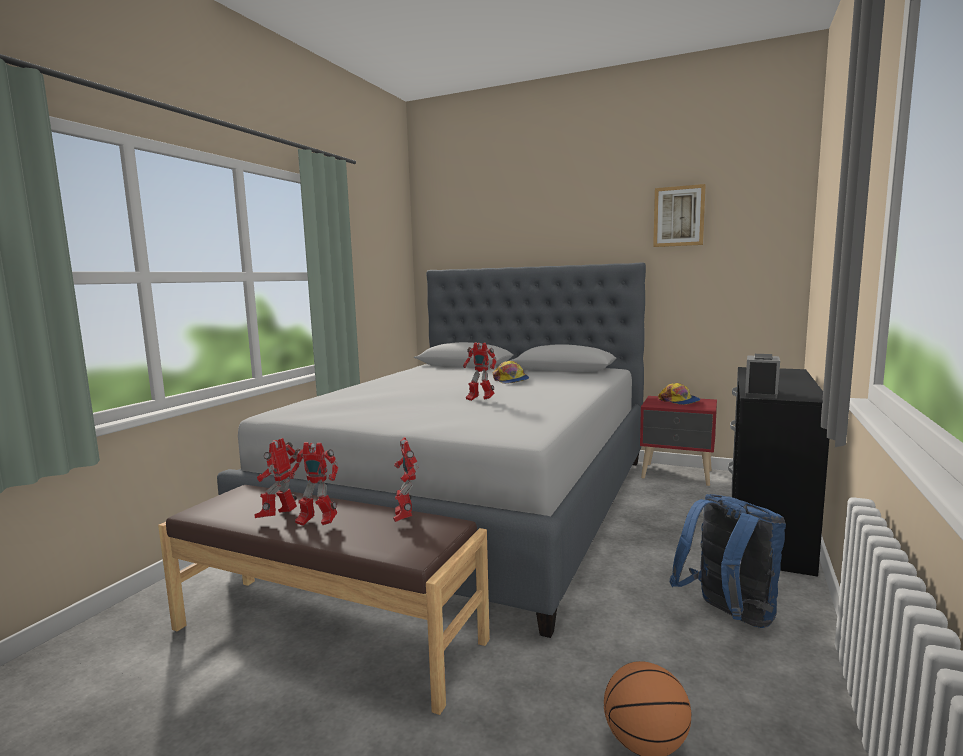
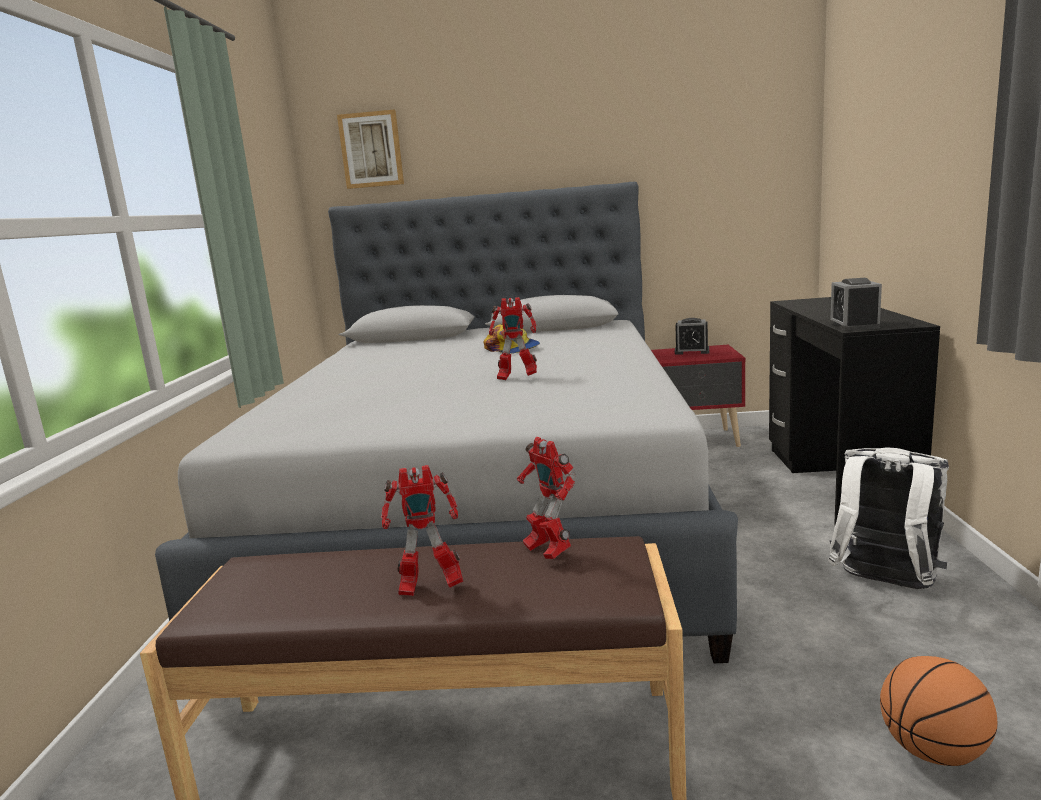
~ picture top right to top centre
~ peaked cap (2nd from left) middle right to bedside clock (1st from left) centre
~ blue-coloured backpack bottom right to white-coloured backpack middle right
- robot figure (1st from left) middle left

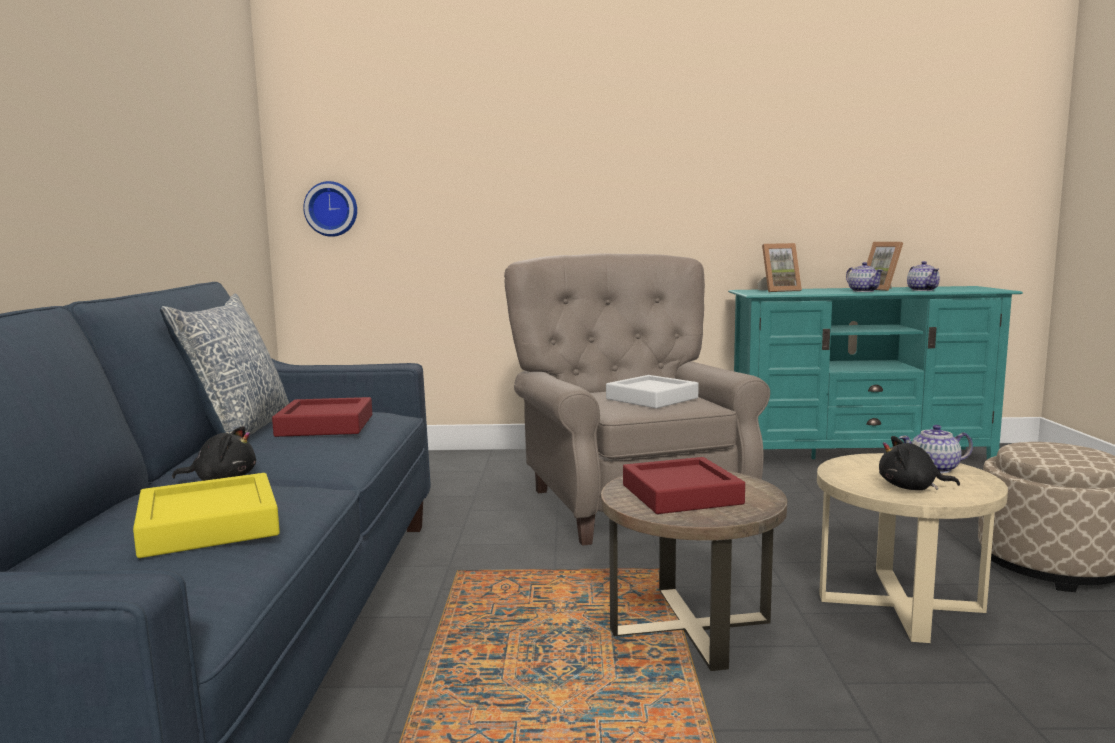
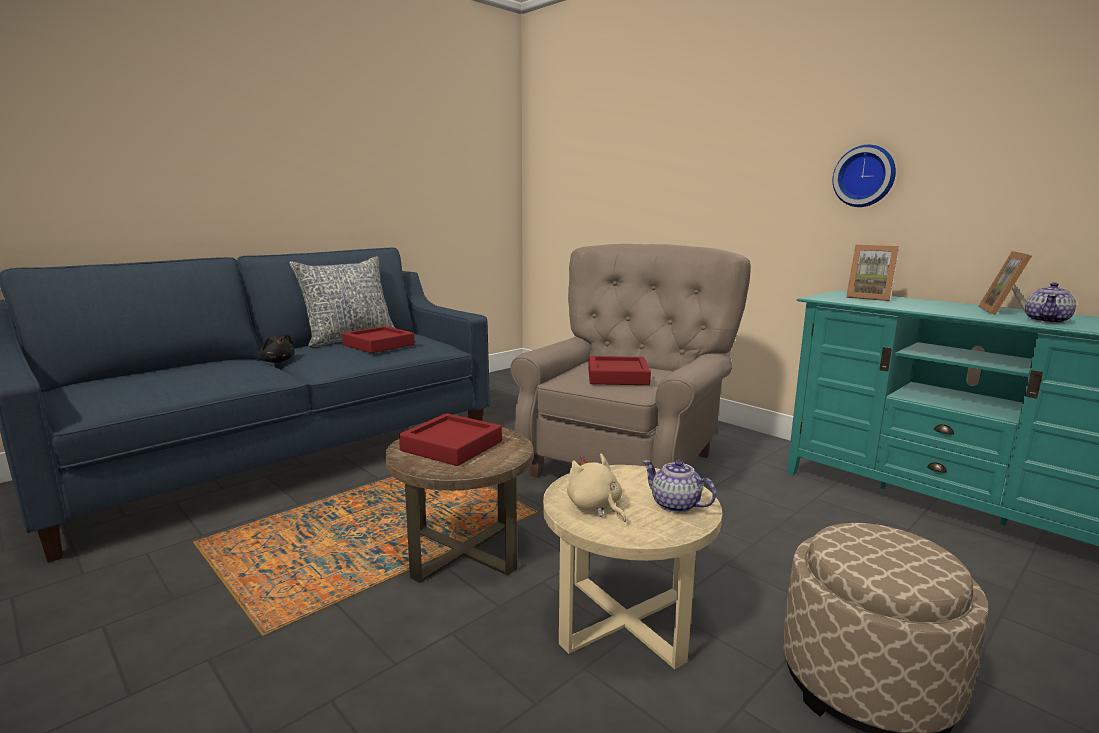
~ black plush toy (2nd from left) middle right to sand-coloured plush toy centre
~ white-coloured tray centre to red-coloured tray (3rd from left) centre
~ clock on the wall top left to top right
- yellowish tray bottom left
- pot for tea (1st from left) middle right

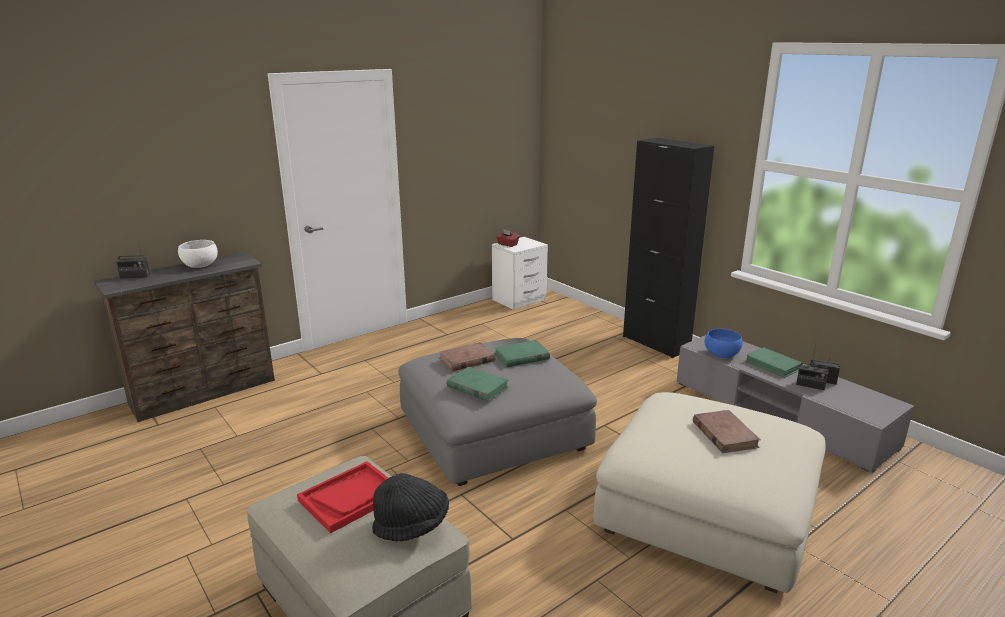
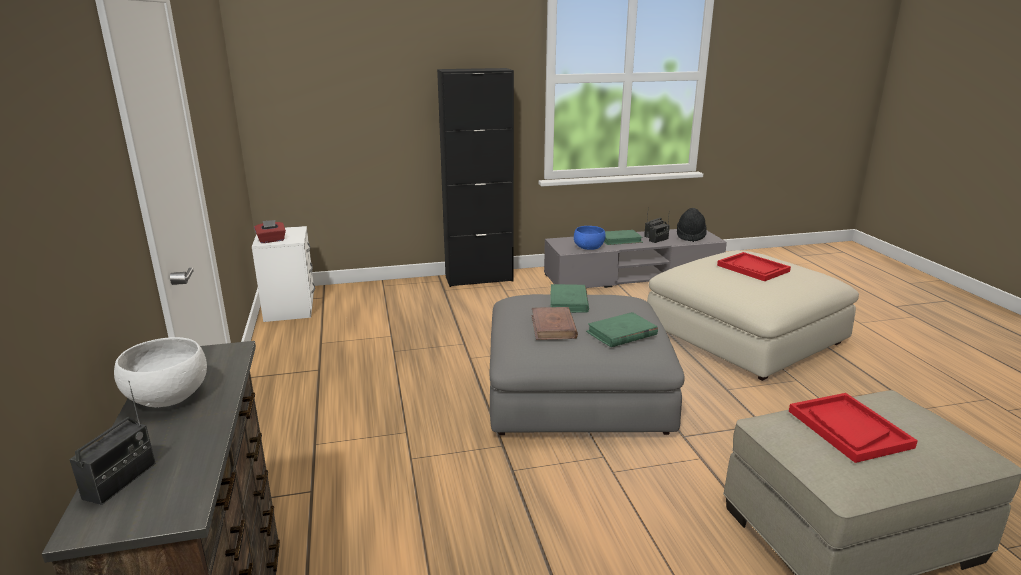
~ black wearable hat bottom centre to middle right
~ brown-coloured bound book (2nd from left) bottom right to red-coloured tray (1st from left) middle right

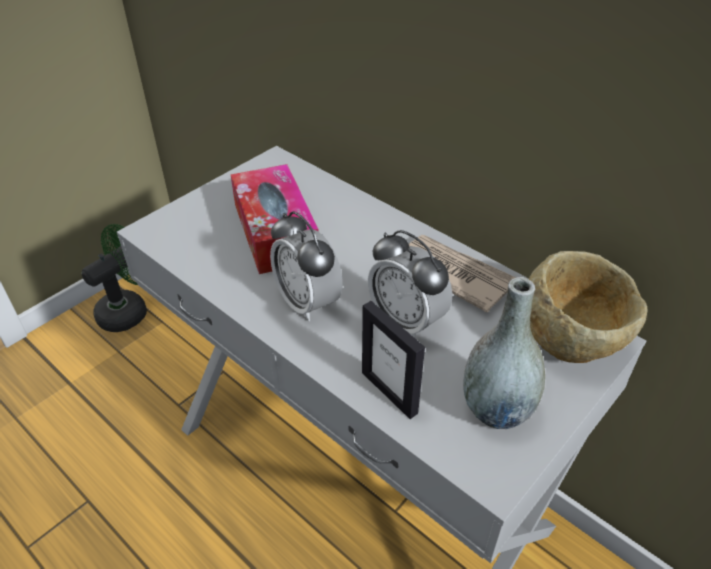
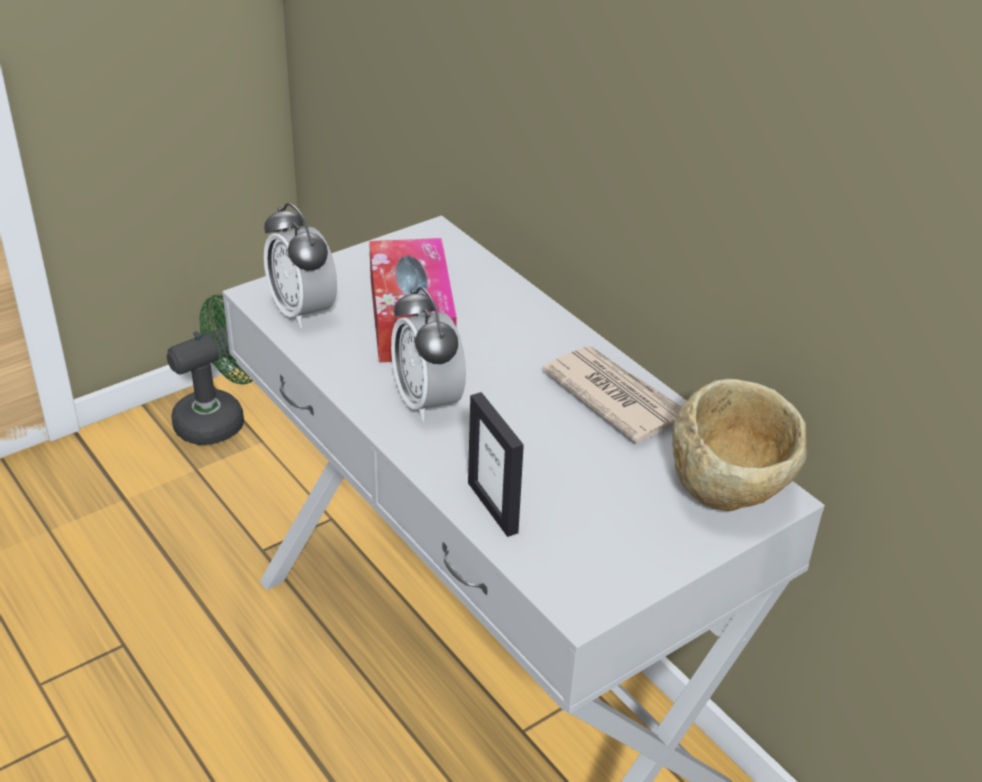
~ bedside clock (2nd from left in the first image) centre to bedside clock (1st from left) middle left
- gray decorative vase middle right

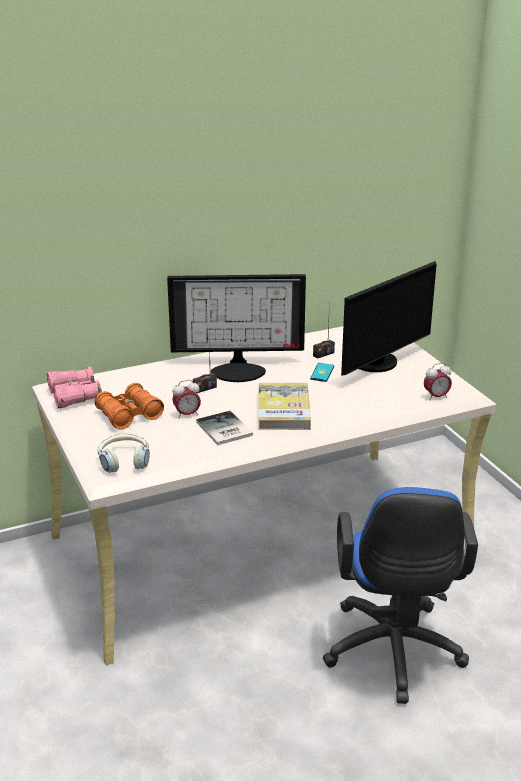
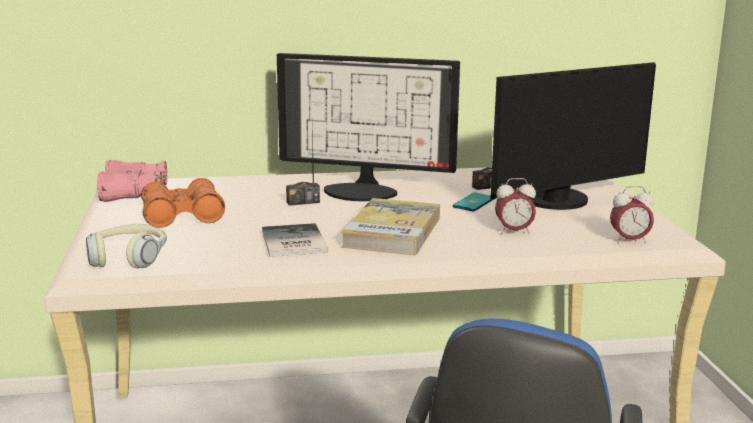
~ bedside clock (1st from left) centre to middle right

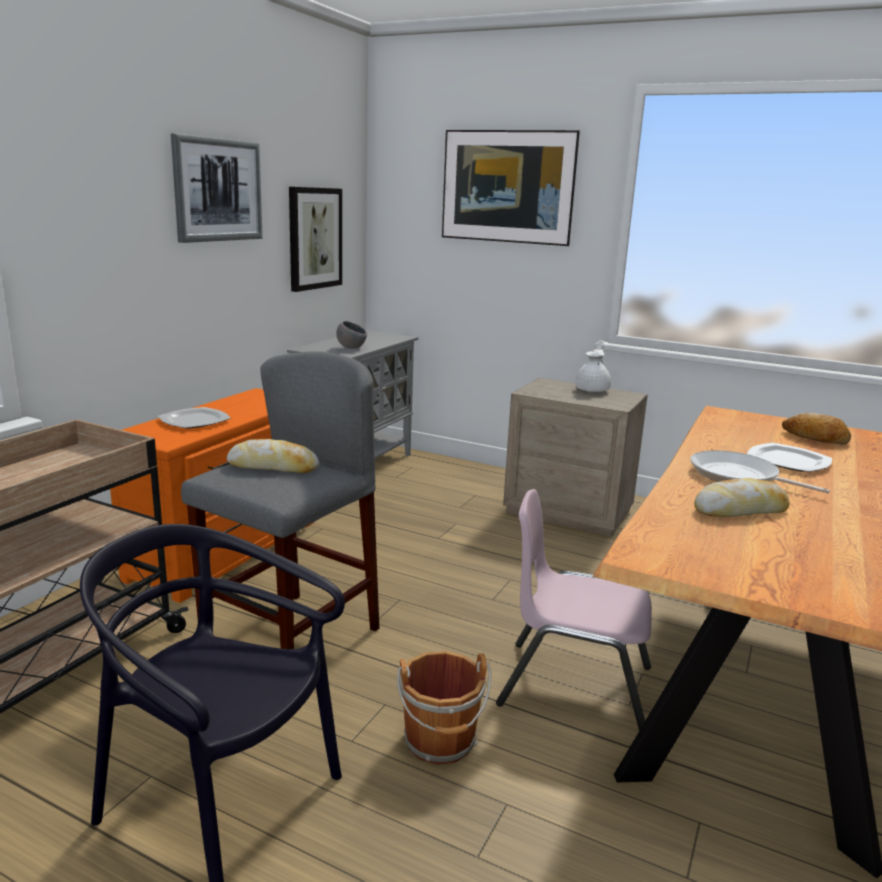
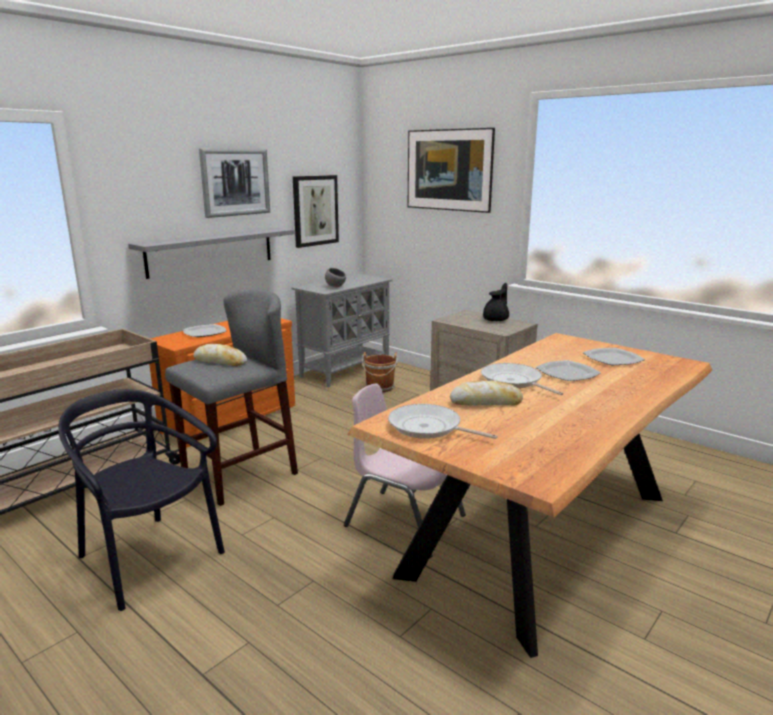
+ gray bracket shelf middle left
~ brown-coloured water bucket bottom centre to centre
+ frying pan (1st from left) centre
~ white-coloured pot for tea middle right to black pot for tea centre
~ baked bread (3rd from left) middle right to flat dish (3rd from left) middle right

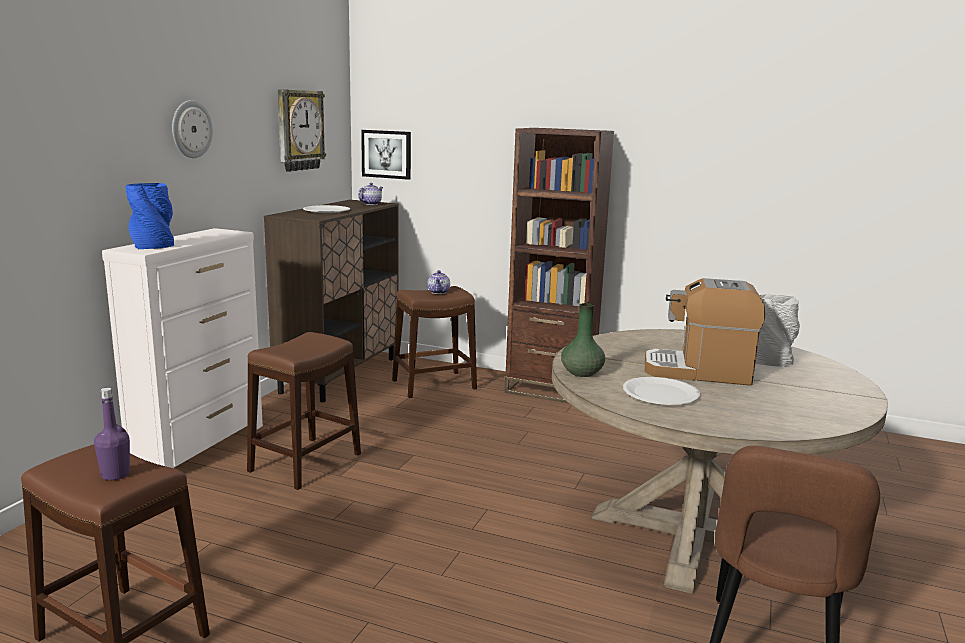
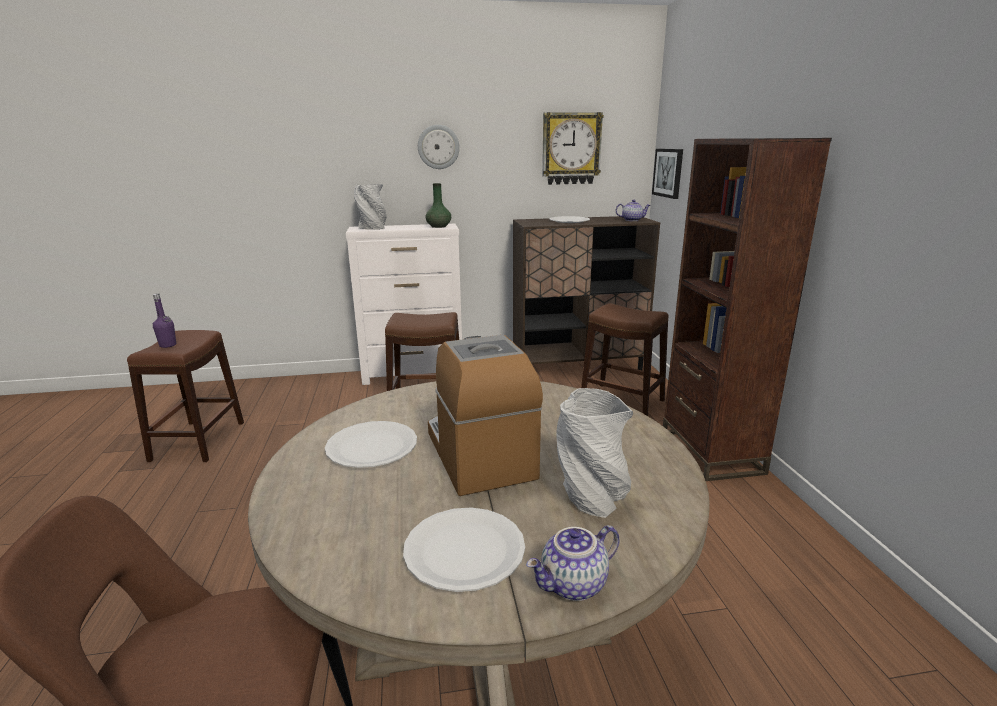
~ blue-coloured decorative vase middle left to gray decorative vase (1st from left) top centre
+ white-coloured flat dish (2nd from left) bottom centre
~ greenish decorative vase centre to top centre
~ pot for tea (2nd from left in the first image) centre to pot for tea (1st from left) bottom centre

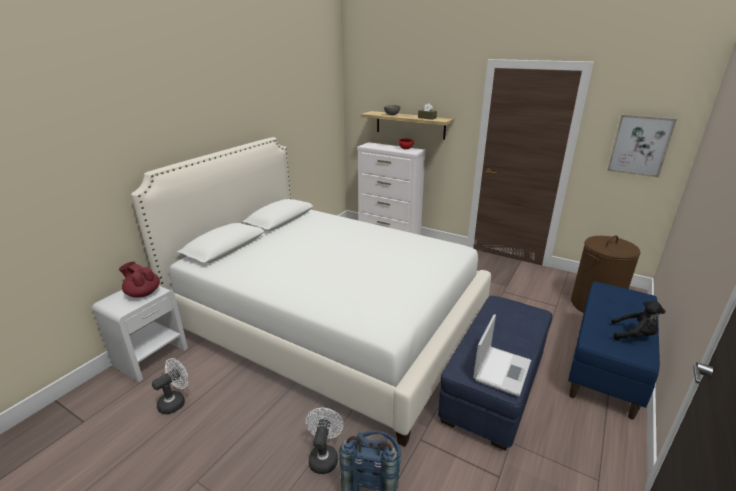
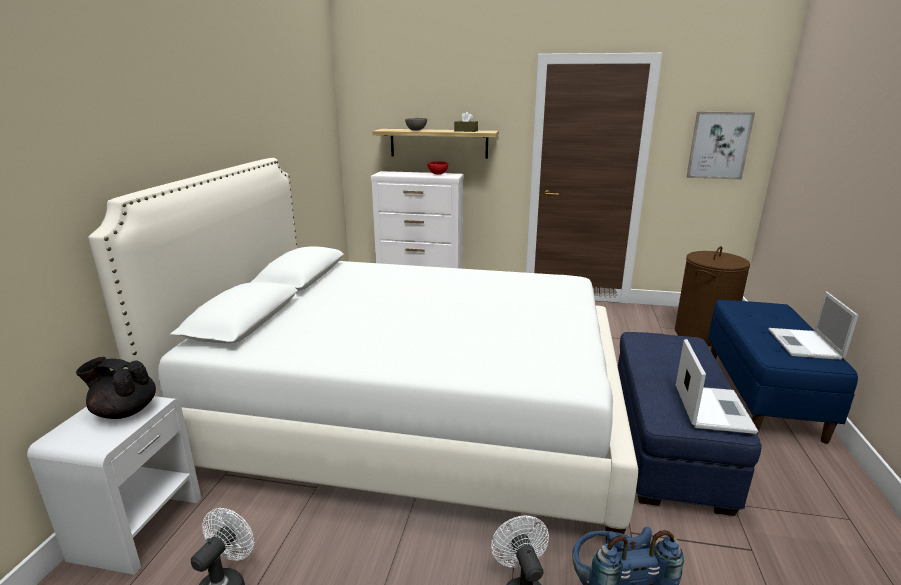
~ red-coloured pot for tea middle left to black pot for tea middle left
~ black plush toy middle right to notebook computer (2nd from left) middle right

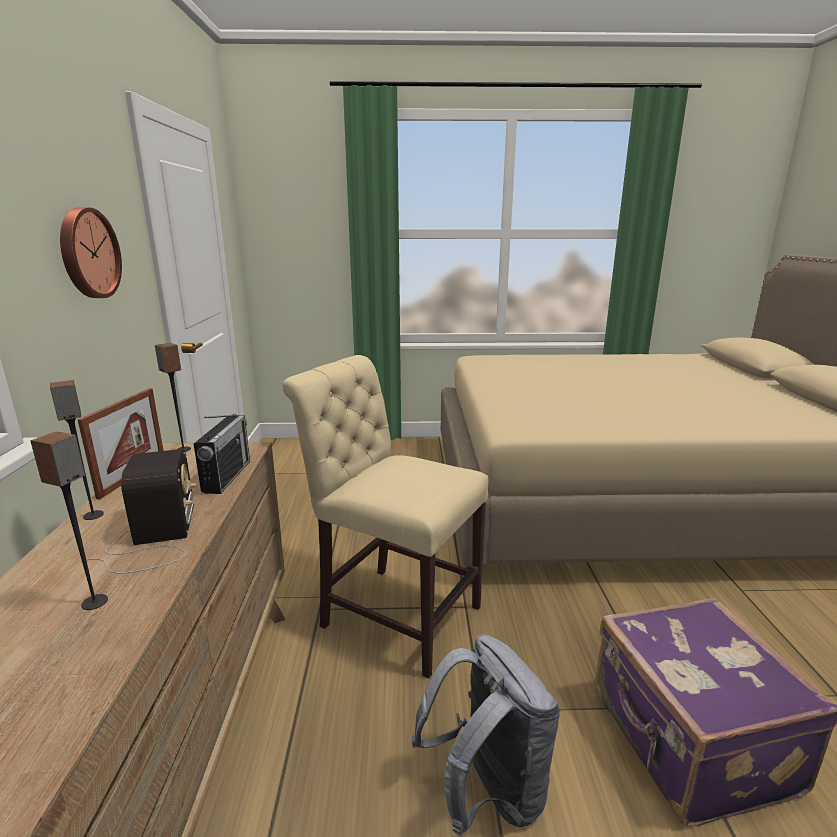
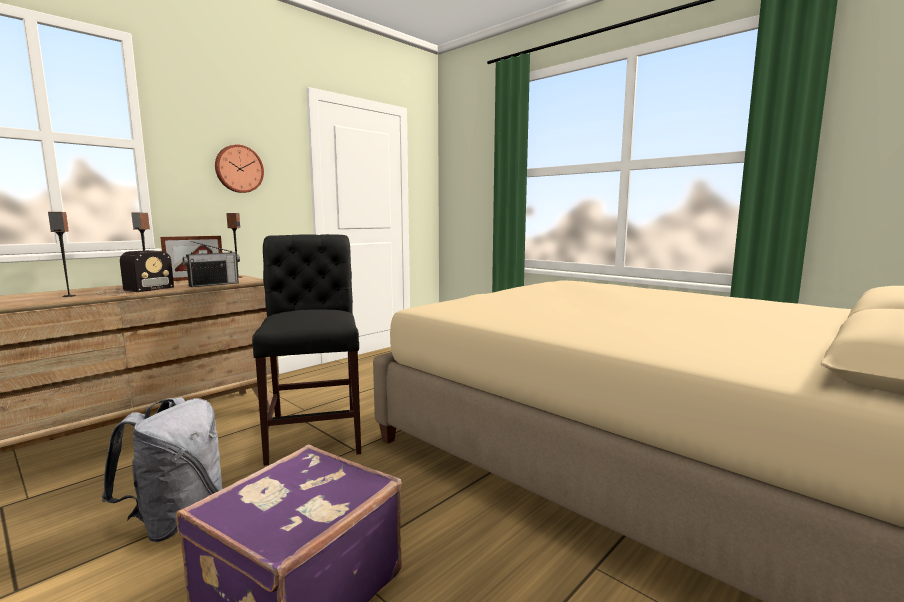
~ sand-coloured upright chair centre to black upright chair centre

